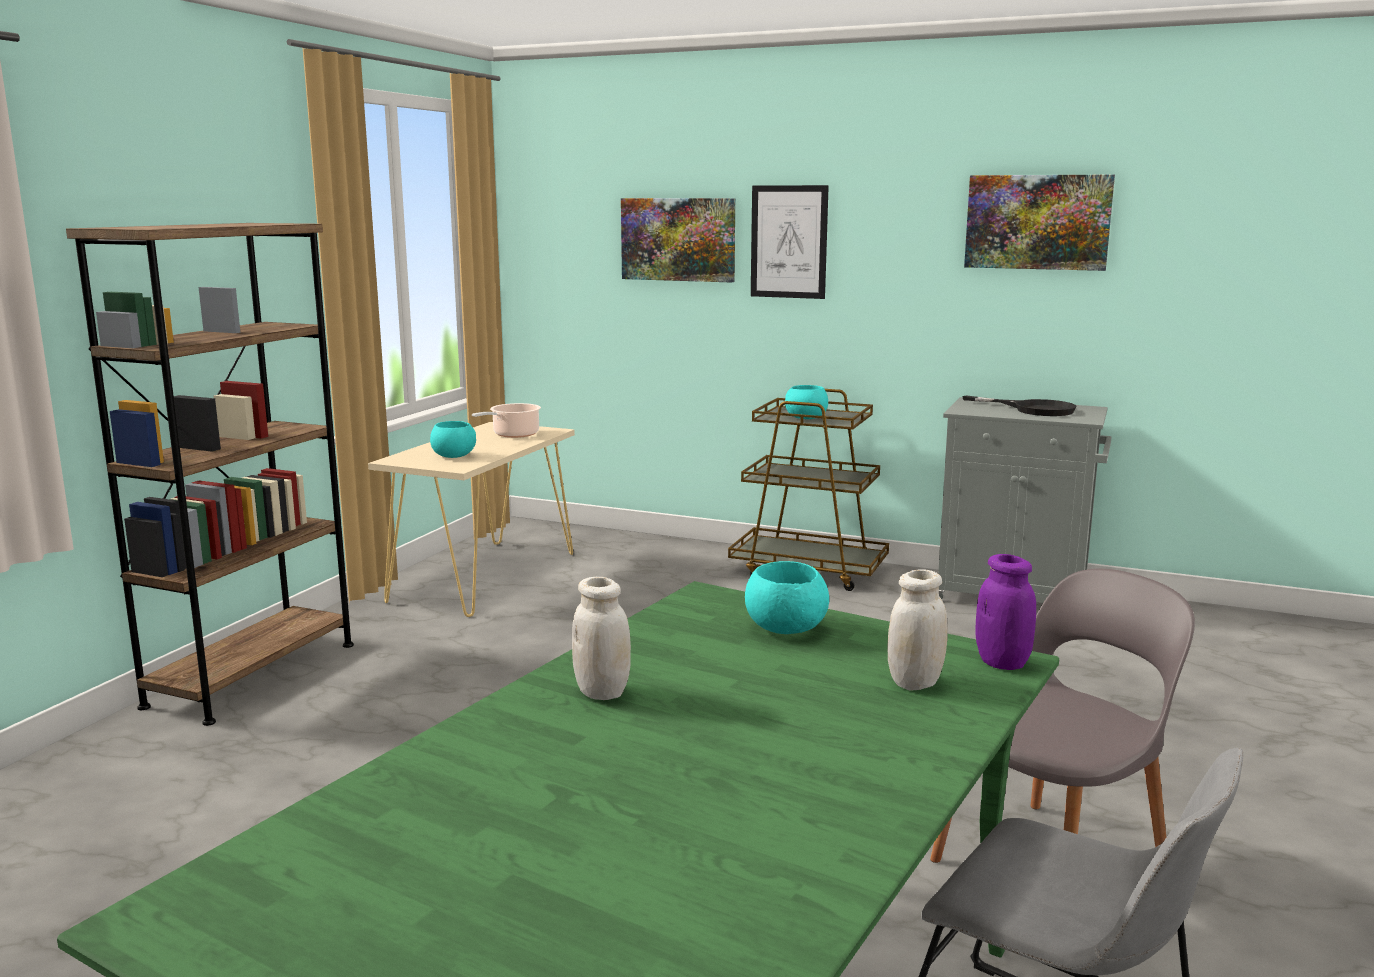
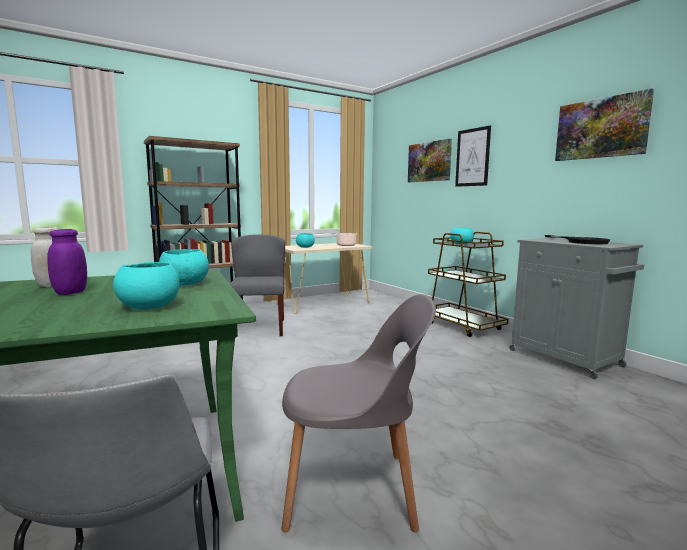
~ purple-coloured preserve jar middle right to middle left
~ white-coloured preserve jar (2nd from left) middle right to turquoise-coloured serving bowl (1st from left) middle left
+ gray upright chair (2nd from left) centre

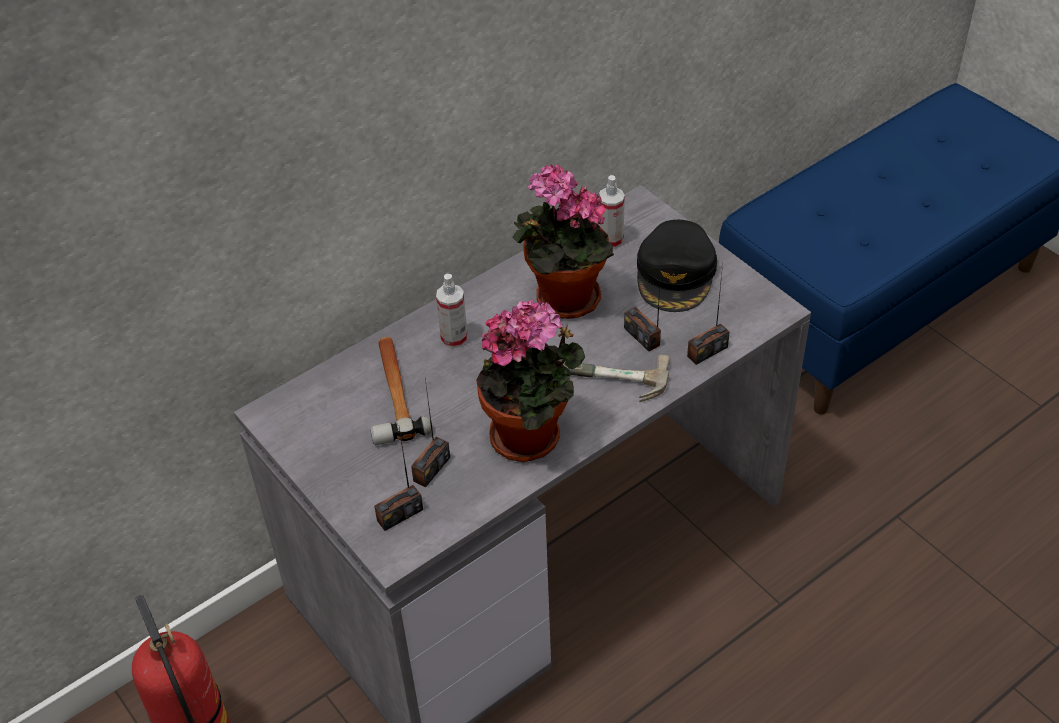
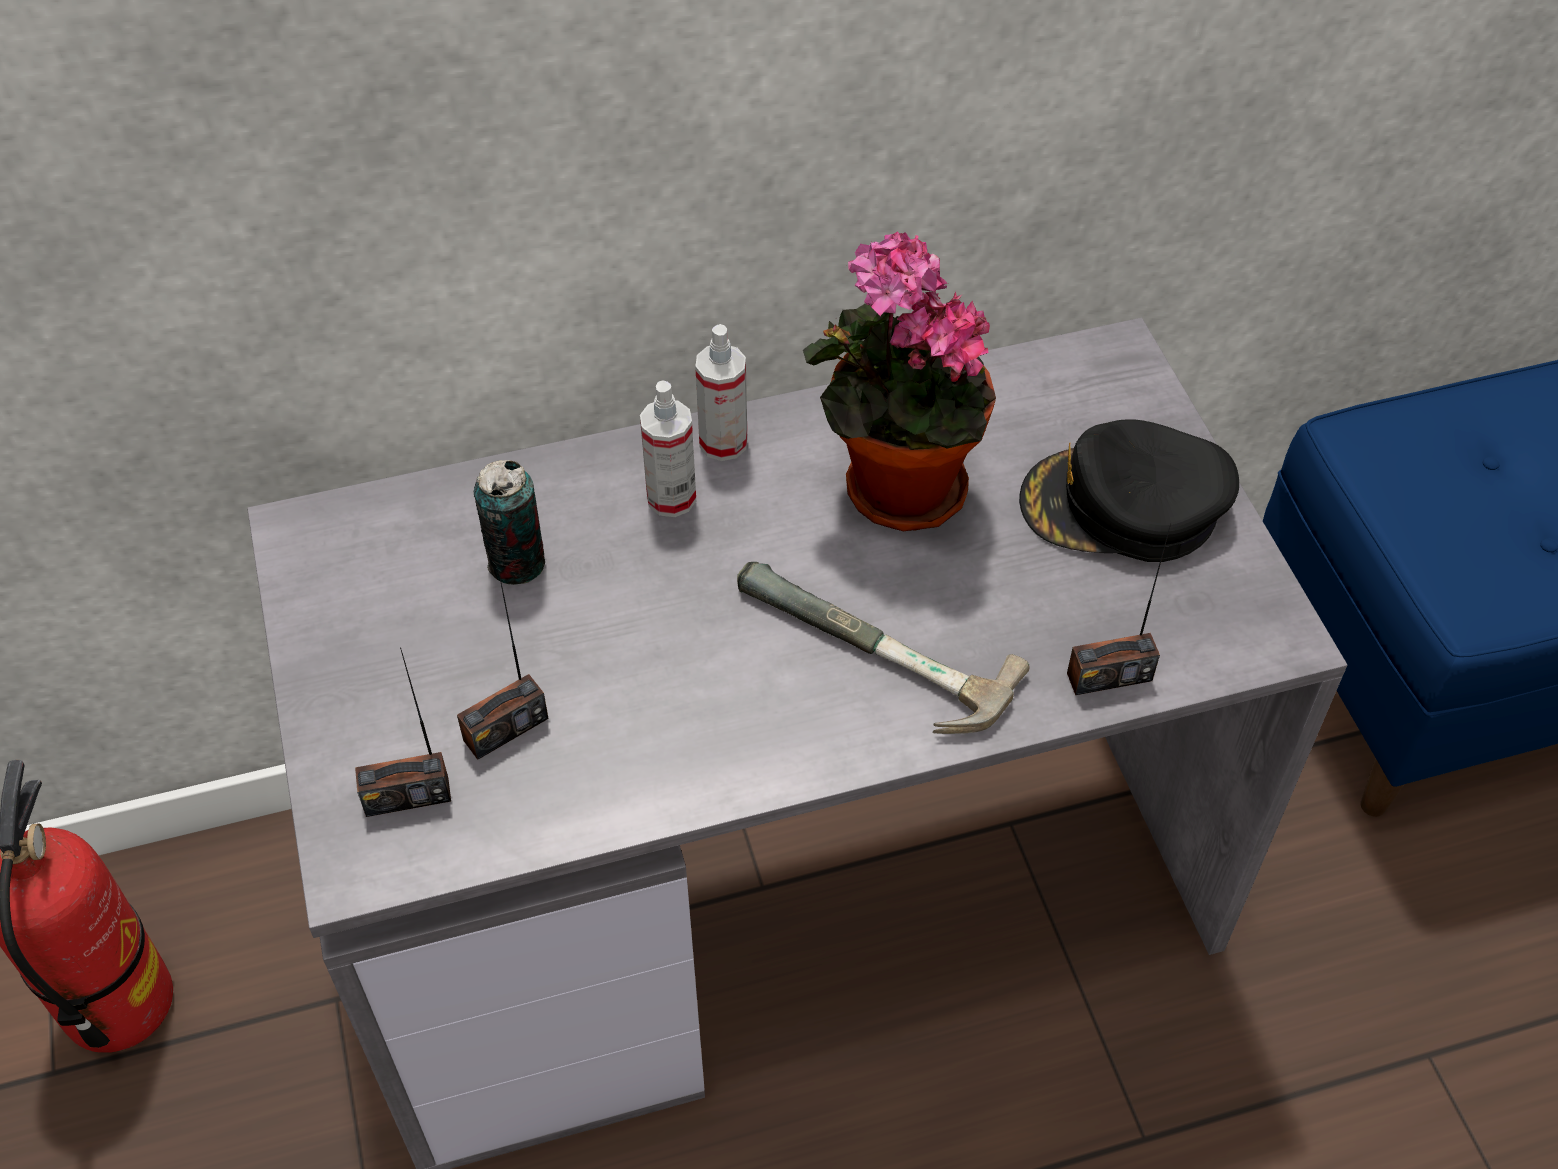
~ hand hammer (1st from left) centre to sealed can middle left
~ spray bottle (2nd from left) top centre to centre
~ black peaked cap centre = middle right 60 degrees clockwise
- plant in a pot (1st from left) centre
- radio receiver (3rd from left) centre

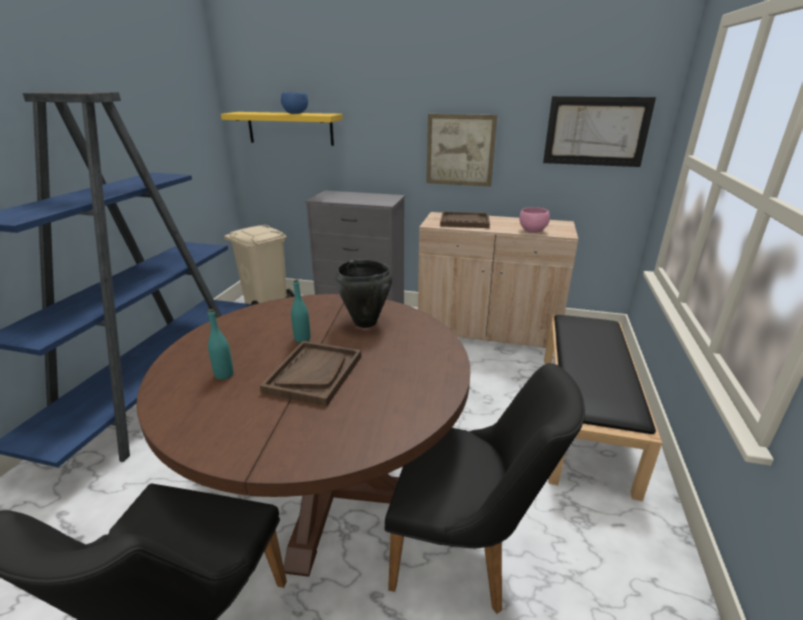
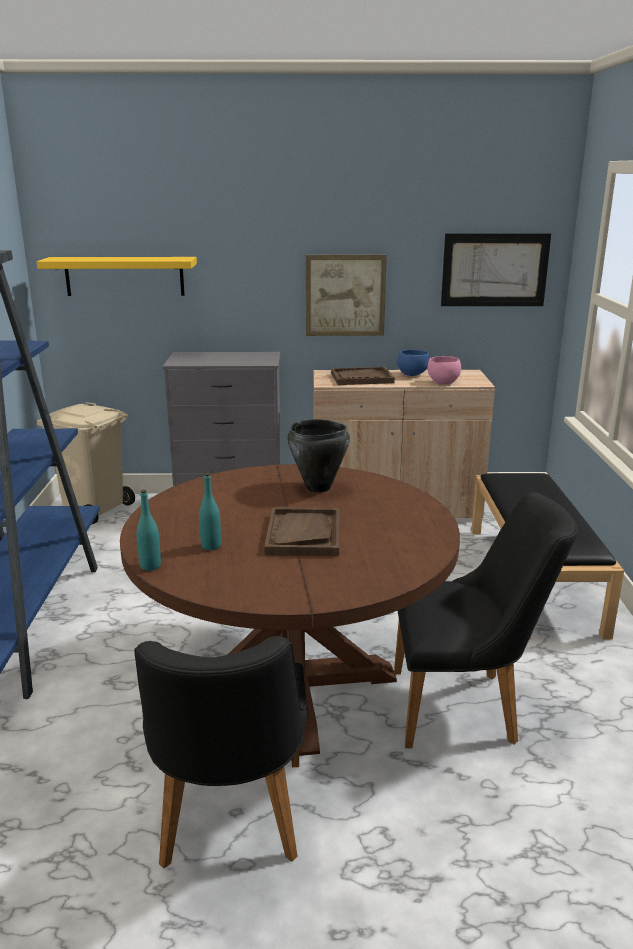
~ turquoise-coloured drink bottle (2nd from left in the first image) centre to turquoise-coloured drink bottle (1st from left) middle left
~ blue-coloured serving bowl top centre to centre

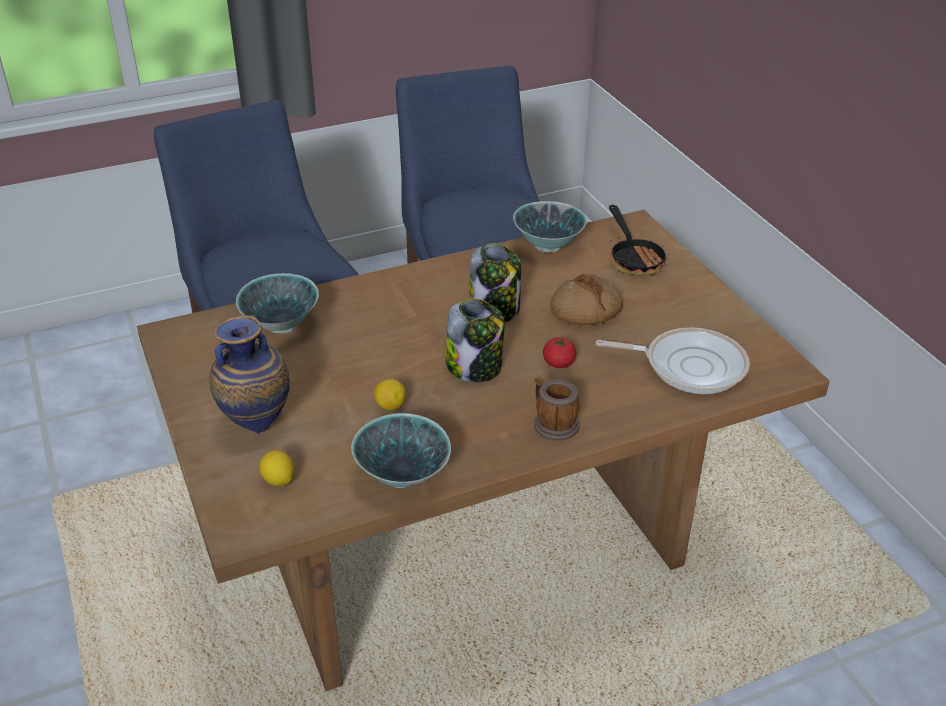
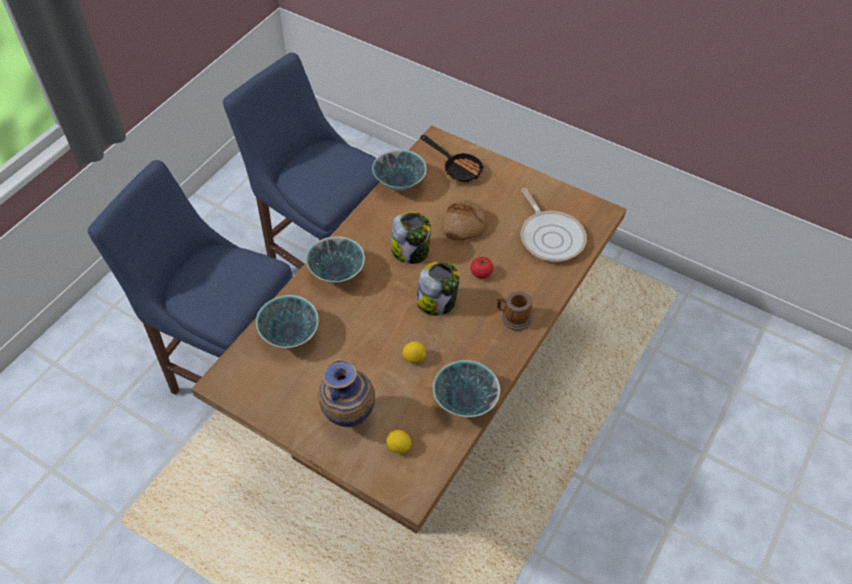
+ serving bowl (2nd from left) centre
~ frying pan (2nd from left) middle right = centre 90 degrees clockwise

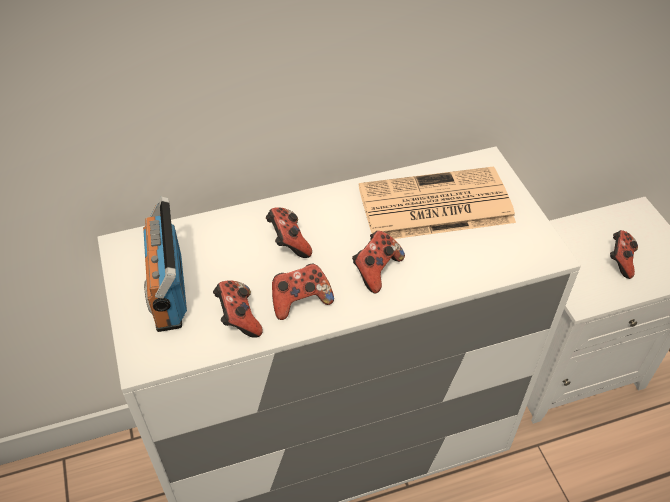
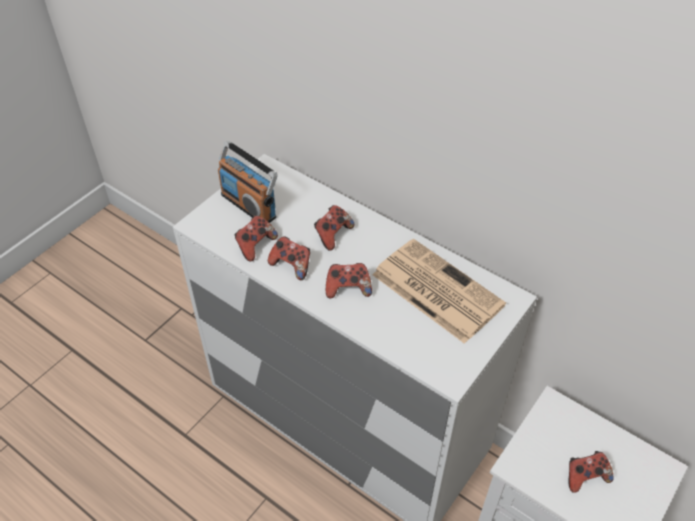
~ radio receiver middle left = centre 90 degrees counterclockwise

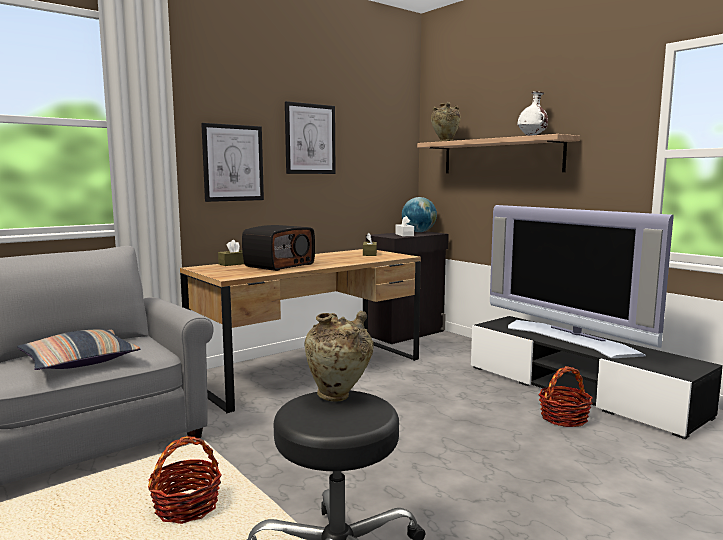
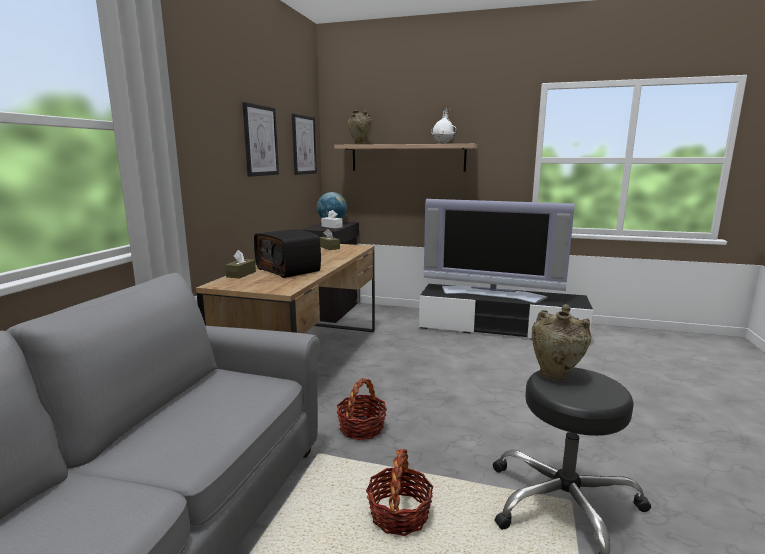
~ radio receiver centre = centre 135 degrees clockwise
~ picture (1st from left in the first image) top left to picture (2nd from left) top centre
~ household basket (2nd from left in the first image) bottom right to household basket (1st from left) bottom centre
- throw pillow middle left

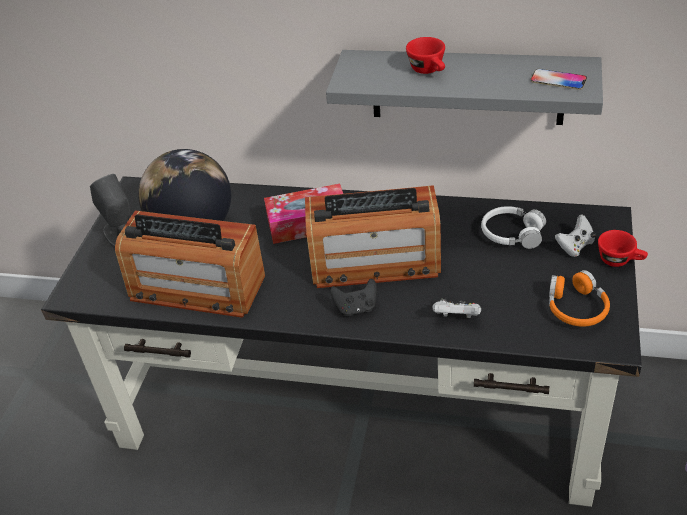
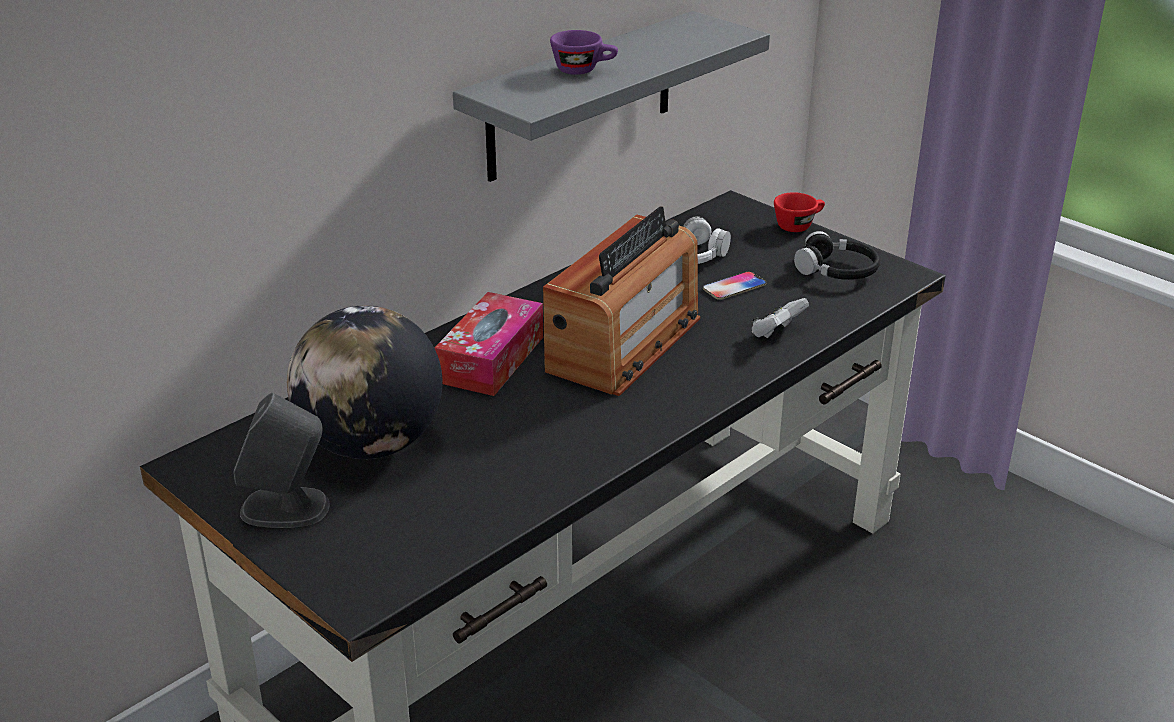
~ red-coloured drinking cup (1st from left) top centre to purple-coloured drinking cup top centre
~ phone top right to centre
~ orangey pair of headphones middle right to black pair of headphones middle right
- radio receiver (1st from left) middle left
- black joypad centre
- white-coloured joypad (2nd from left) middle right

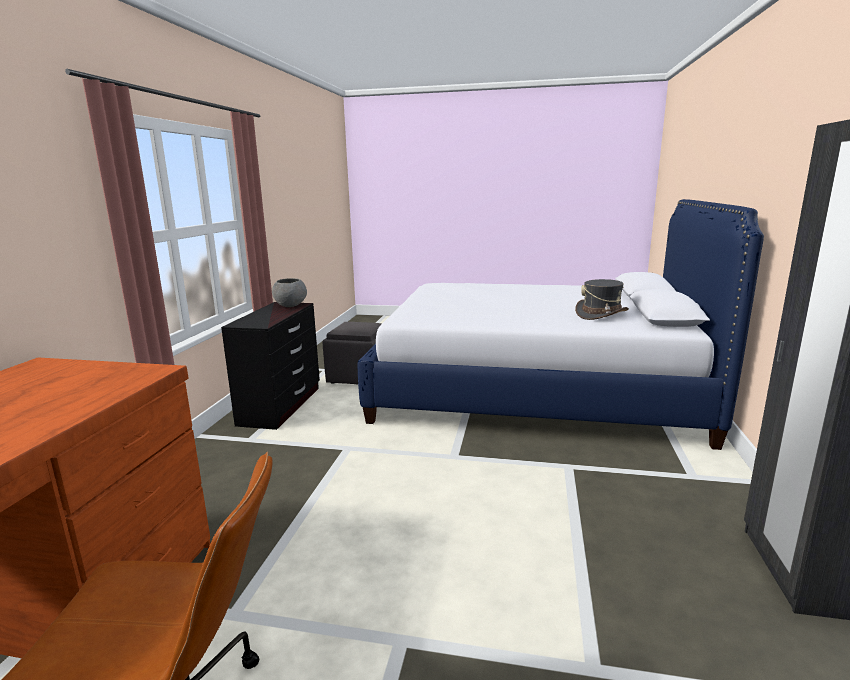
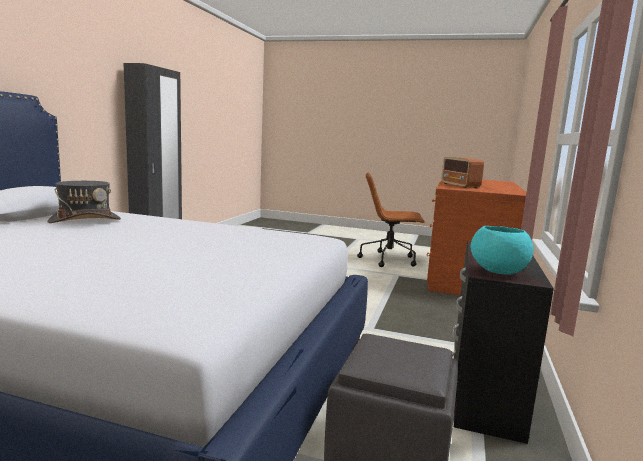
+ radio receiver middle right
~ gray serving bowl centre to turquoise-coloured serving bowl middle right

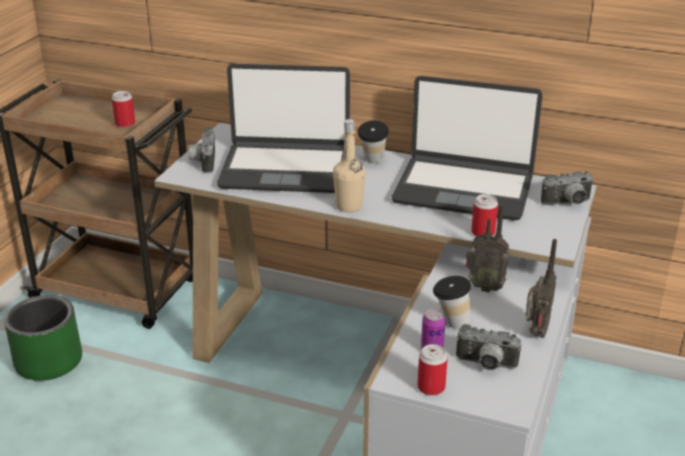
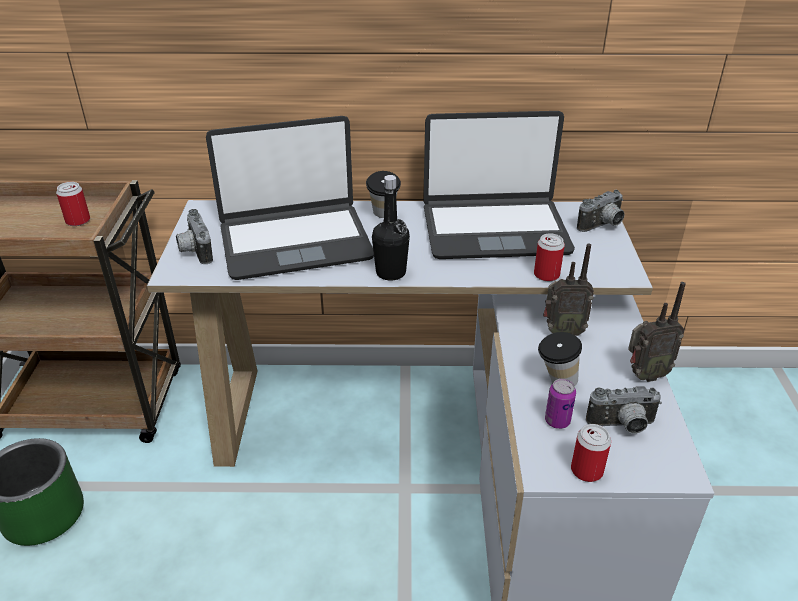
~ sand-coloured drink bottle centre to black drink bottle centre
~ radio receiver (2nd from left) middle right = middle right 75 degrees clockwise

